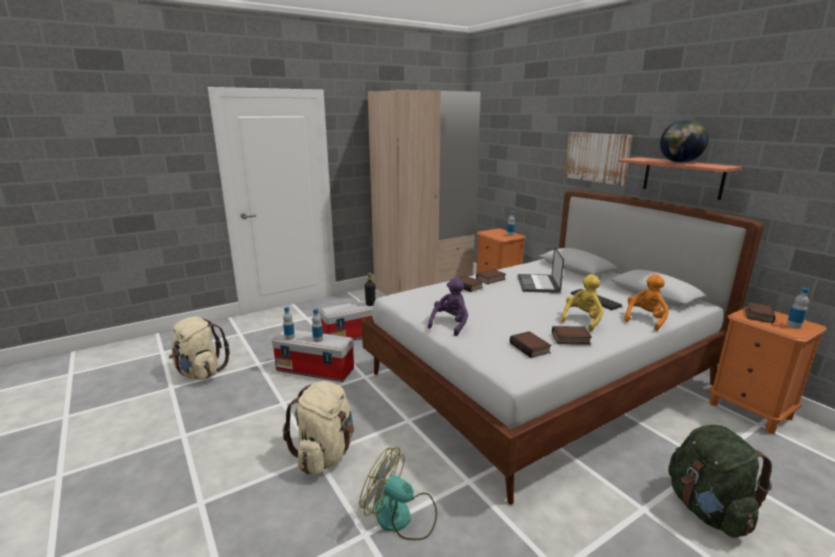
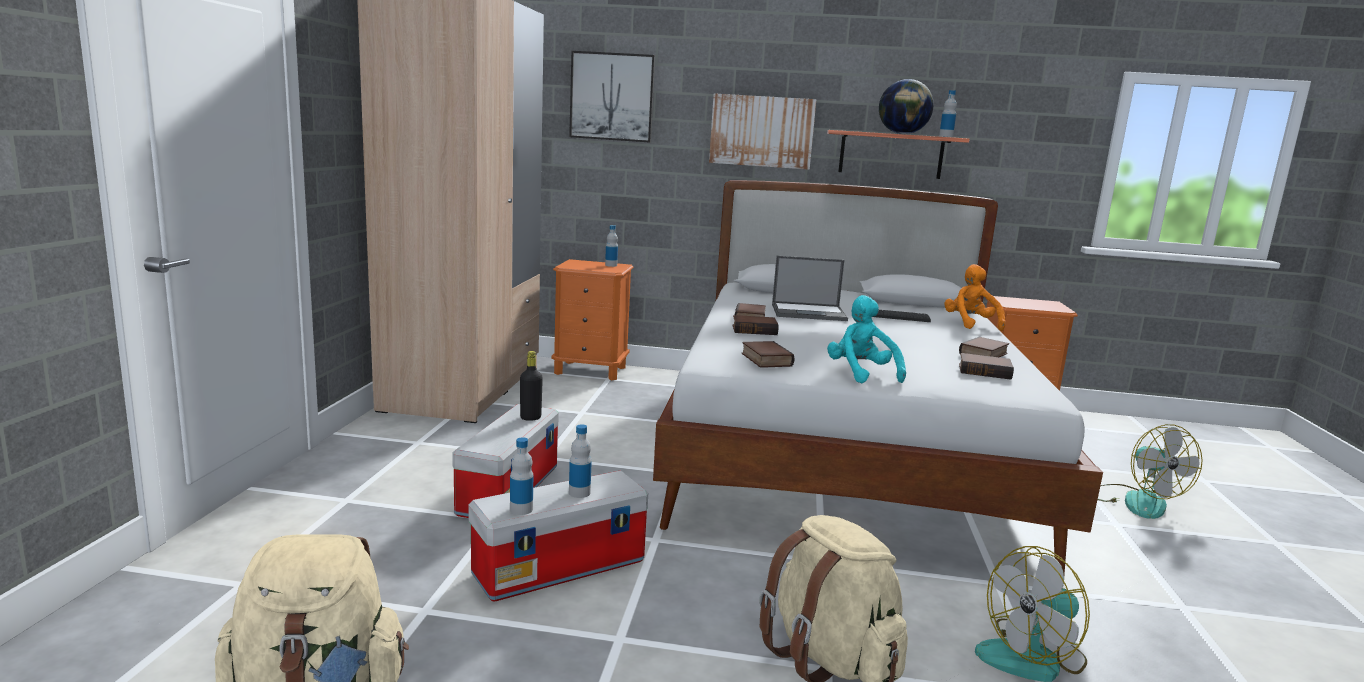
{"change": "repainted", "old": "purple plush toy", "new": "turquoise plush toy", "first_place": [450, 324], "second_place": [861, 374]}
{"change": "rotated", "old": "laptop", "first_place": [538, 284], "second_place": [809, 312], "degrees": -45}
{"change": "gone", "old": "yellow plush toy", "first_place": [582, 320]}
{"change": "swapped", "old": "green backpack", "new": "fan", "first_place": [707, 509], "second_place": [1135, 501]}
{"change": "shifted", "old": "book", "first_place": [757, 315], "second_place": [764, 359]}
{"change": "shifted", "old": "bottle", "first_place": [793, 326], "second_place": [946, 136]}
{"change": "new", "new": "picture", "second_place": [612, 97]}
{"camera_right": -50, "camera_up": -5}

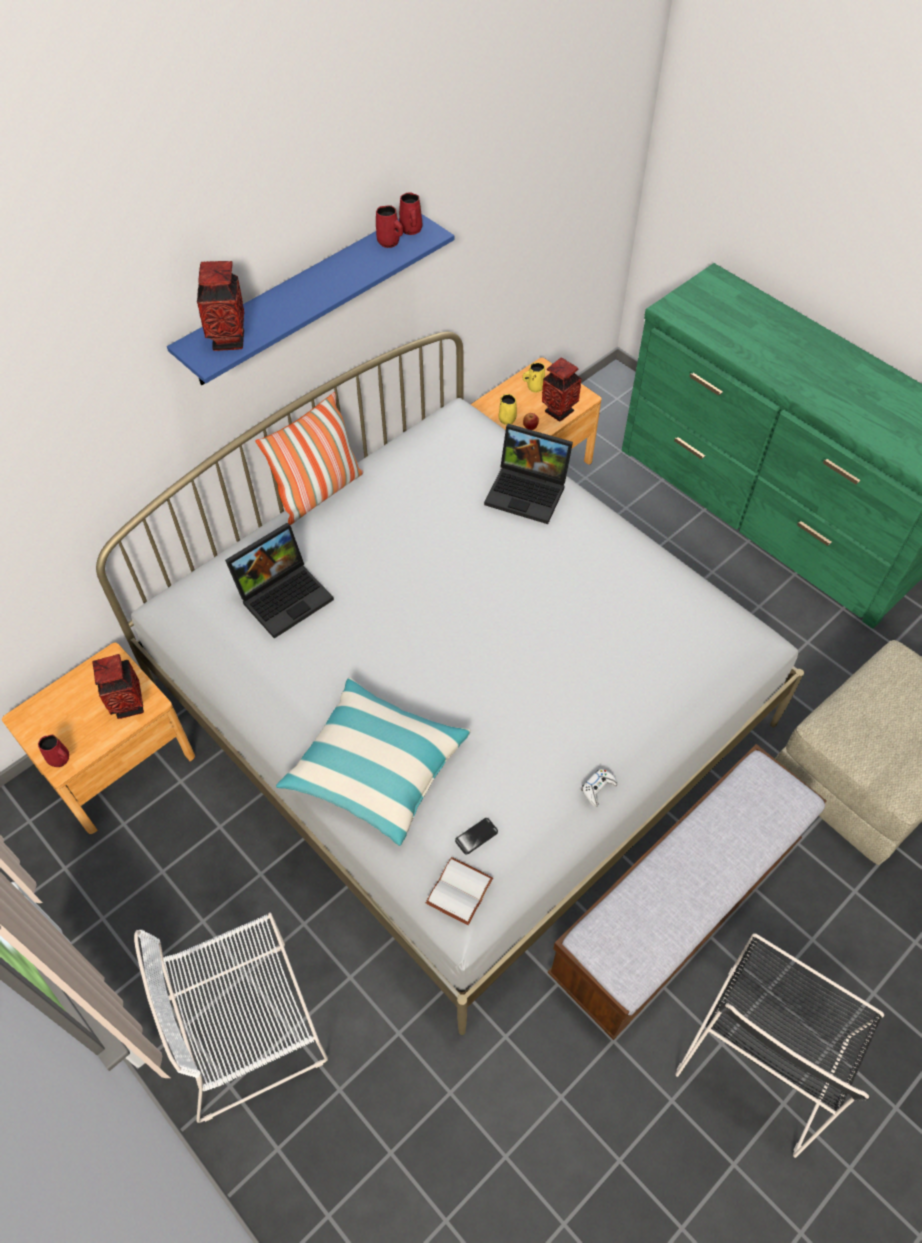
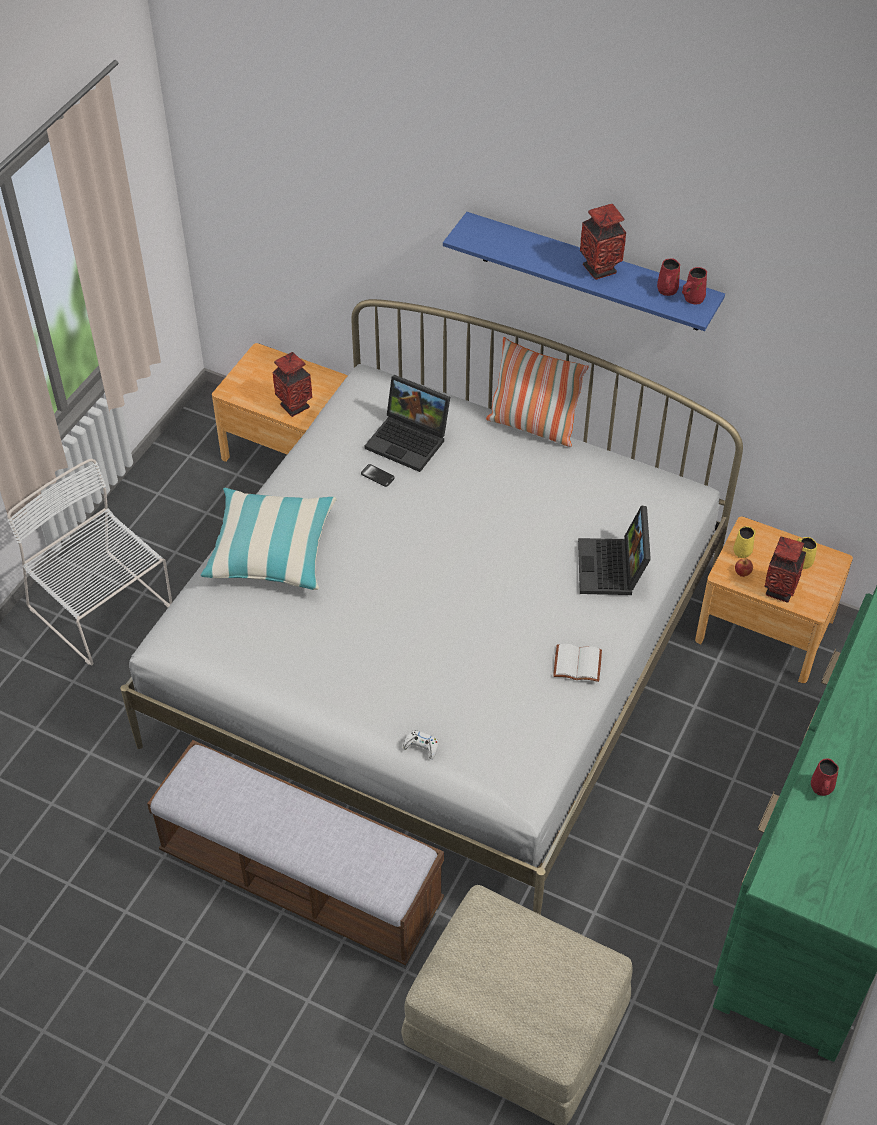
{"change": "shifted", "old": "red mug", "first_place": [60, 759], "second_place": [821, 788]}
{"change": "shifted", "old": "vase", "first_place": [229, 340], "second_place": [600, 269]}
{"change": "shifted", "old": "white book", "first_place": [460, 893], "second_place": [576, 665]}
{"change": "shifted", "old": "phone", "first_place": [476, 836], "second_place": [377, 476]}
{"change": "shifted", "old": "white game controller", "first_place": [598, 789], "second_place": [421, 746]}
{"change": "gone", "old": "black chair", "first_place": [765, 1050]}
{"camera_right": 70, "camera_up": -5}

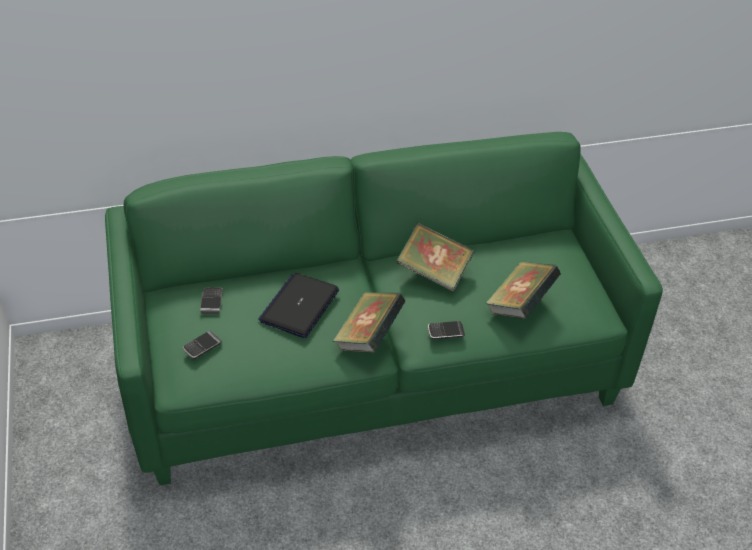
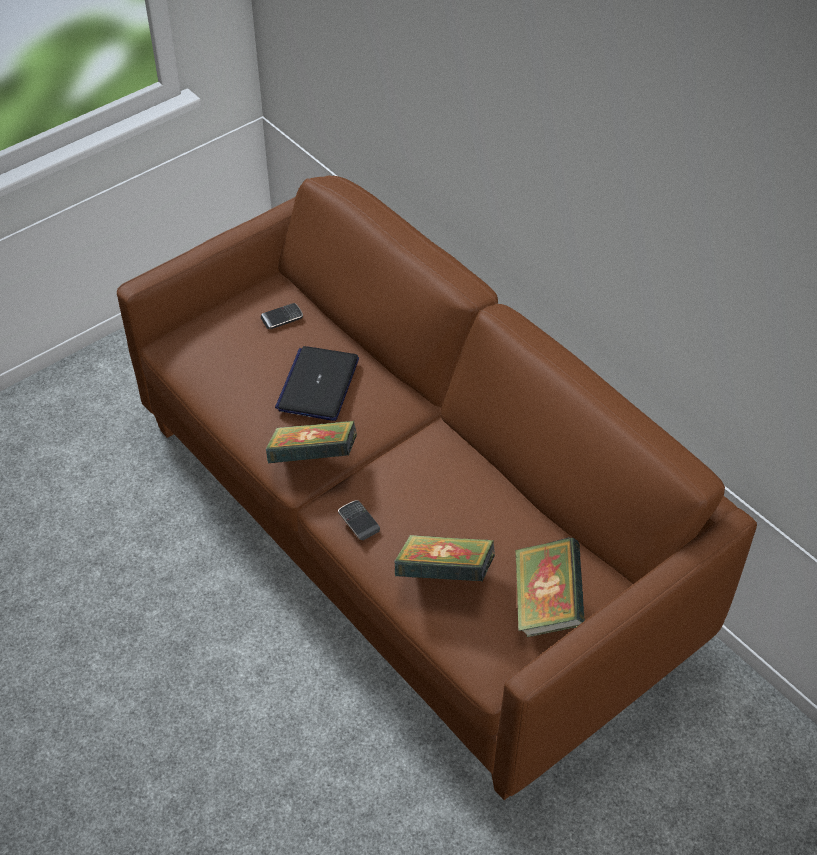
{"change": "repainted", "old": "green sofa", "new": "brown sofa", "first_place": [373, 366], "second_place": [411, 533]}
{"change": "gone", "old": "phone", "first_place": [202, 346]}
{"change": "rotated", "old": "laptop", "first_place": [299, 306], "second_place": [318, 384], "degrees": -75}
{"change": "shifted", "old": "book", "first_place": [434, 272], "second_place": [546, 604]}
{"camera_right": 65, "camera_up": 5}

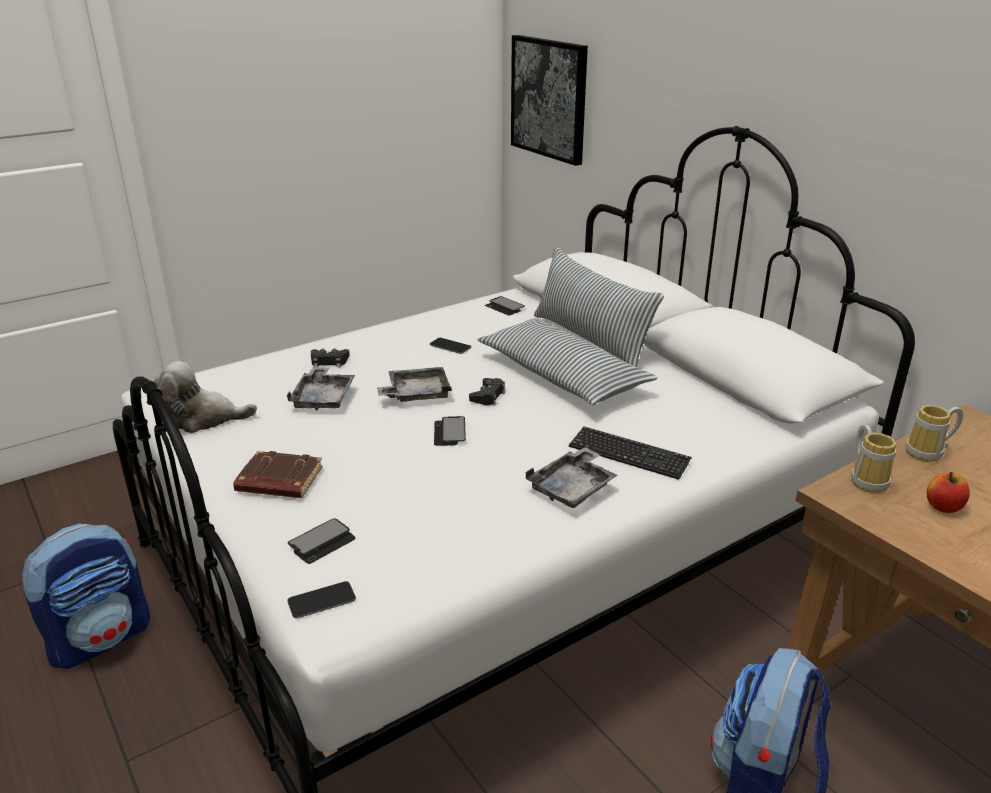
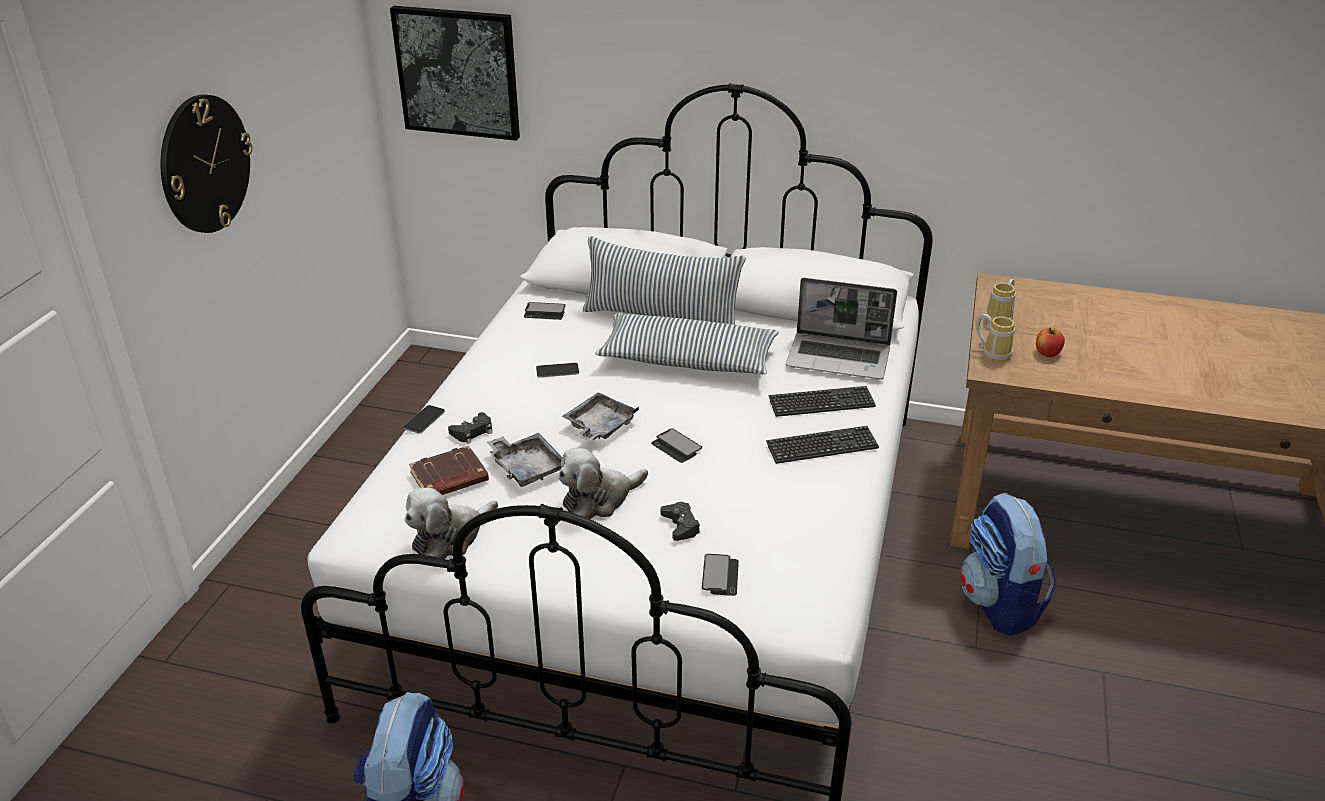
{"change": "shifted", "old": "brown book", "first_place": [278, 481], "second_place": [449, 479]}
{"change": "shifted", "old": "phone", "first_place": [321, 600], "second_place": [424, 420]}
{"change": "shifted", "old": "black game controller", "first_place": [488, 396], "second_place": [680, 526]}
{"change": "swapped", "old": "grey tray", "new": "keyboard", "first_place": [573, 488], "second_place": [822, 447]}
{"change": "new", "new": "wall clock", "second_place": [204, 164]}
{"change": "new", "new": "plush toy", "second_place": [599, 499]}
{"change": "new", "new": "laptop", "second_place": [839, 358]}
{"camera_right": -40, "camera_up": 5}

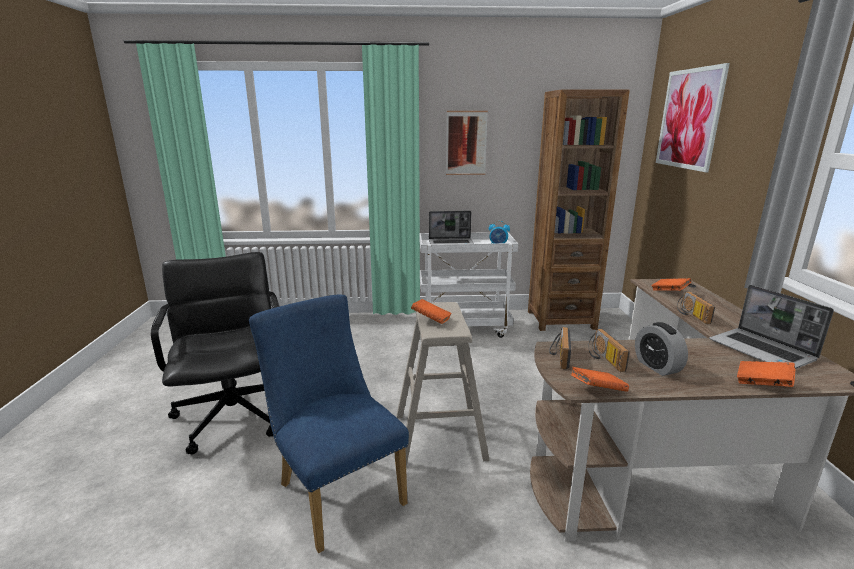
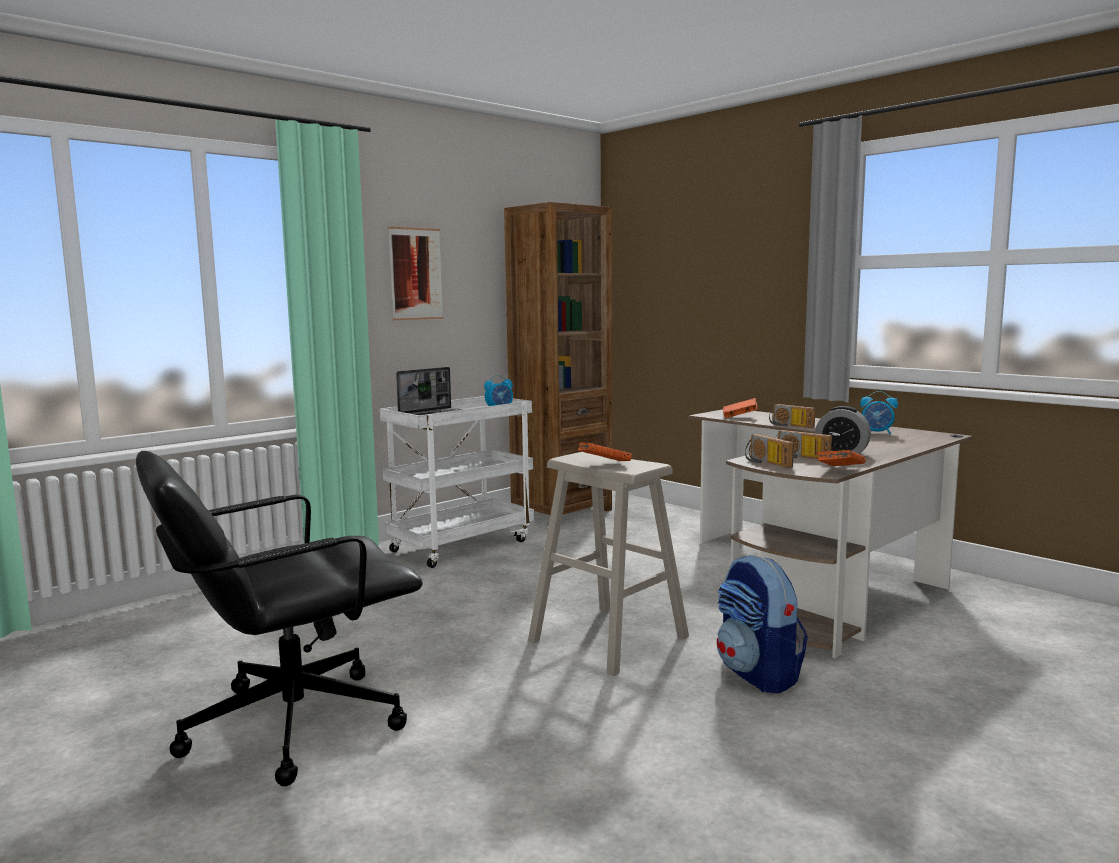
{"change": "rotated", "old": "black office chair", "first_place": [235, 414], "second_place": [290, 724], "degrees": -60}
{"change": "gone", "old": "blue chair", "first_place": [336, 489]}
{"change": "gone", "old": "picture", "first_place": [689, 119]}
{"change": "swapped", "old": "laptop", "new": "alarm clock", "first_place": [762, 351], "second_place": [877, 433]}
{"change": "gone", "old": "orange book", "first_place": [762, 384]}
{"change": "new", "new": "backpack", "second_place": [758, 675]}
{"camera_right": -40, "camera_up": -10}

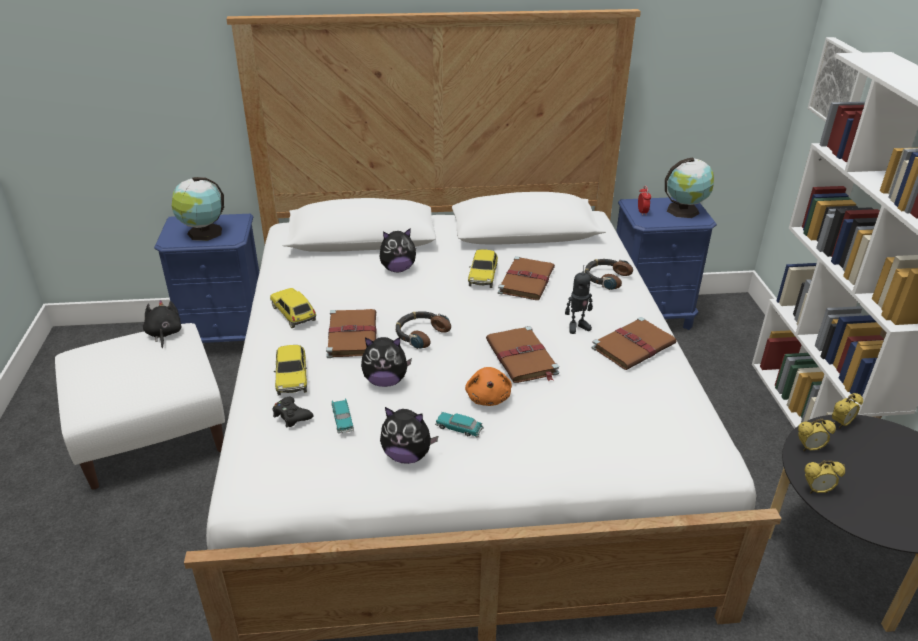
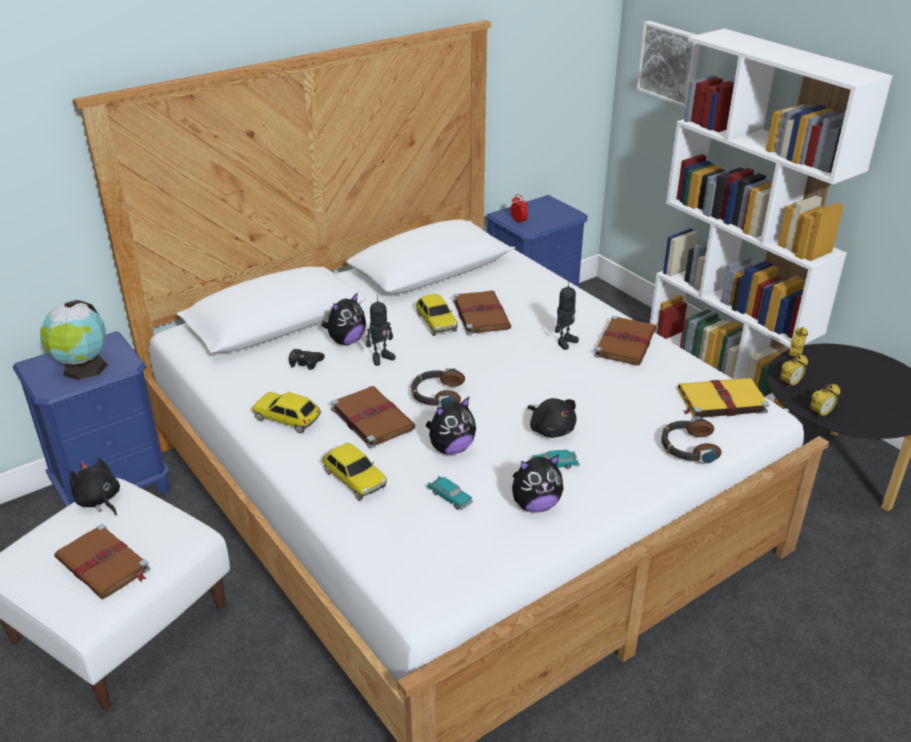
{"change": "shifted", "old": "black game controller", "first_place": [291, 416], "second_place": [305, 363]}
{"change": "repainted", "old": "orange plush toy", "new": "black plush toy", "first_place": [488, 397], "second_place": [551, 429]}
{"change": "shifted", "old": "brown book", "first_place": [522, 358], "second_place": [104, 565]}
{"change": "shifted", "old": "headphones", "first_place": [606, 278], "second_place": [688, 447]}
{"change": "gone", "old": "globe", "first_place": [684, 210]}
{"change": "new", "new": "toy robot", "second_place": [381, 358]}
{"change": "new", "new": "yellow book", "second_place": [720, 401]}
{"camera_right": -30, "camera_up": 0}

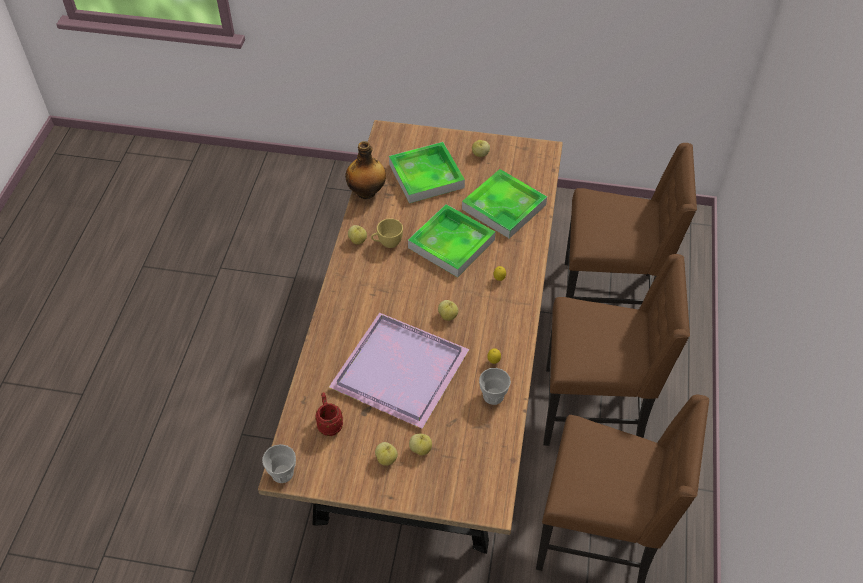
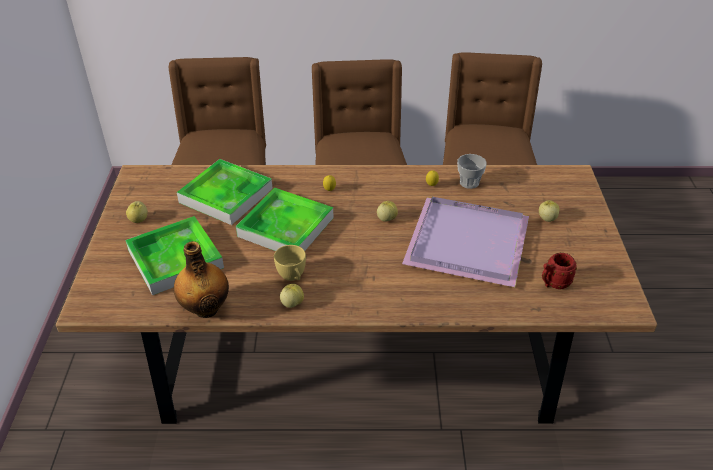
{"change": "gone", "old": "cup", "first_place": [282, 473]}
{"change": "gone", "old": "apple", "first_place": [386, 459]}
{"camera_right": -100, "camera_up": -10}

